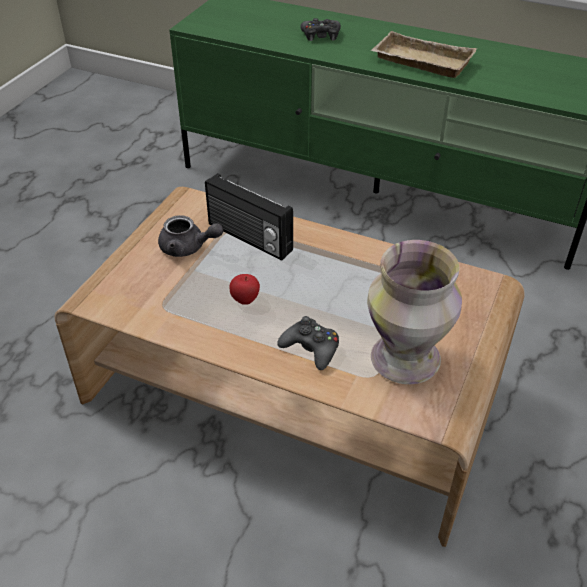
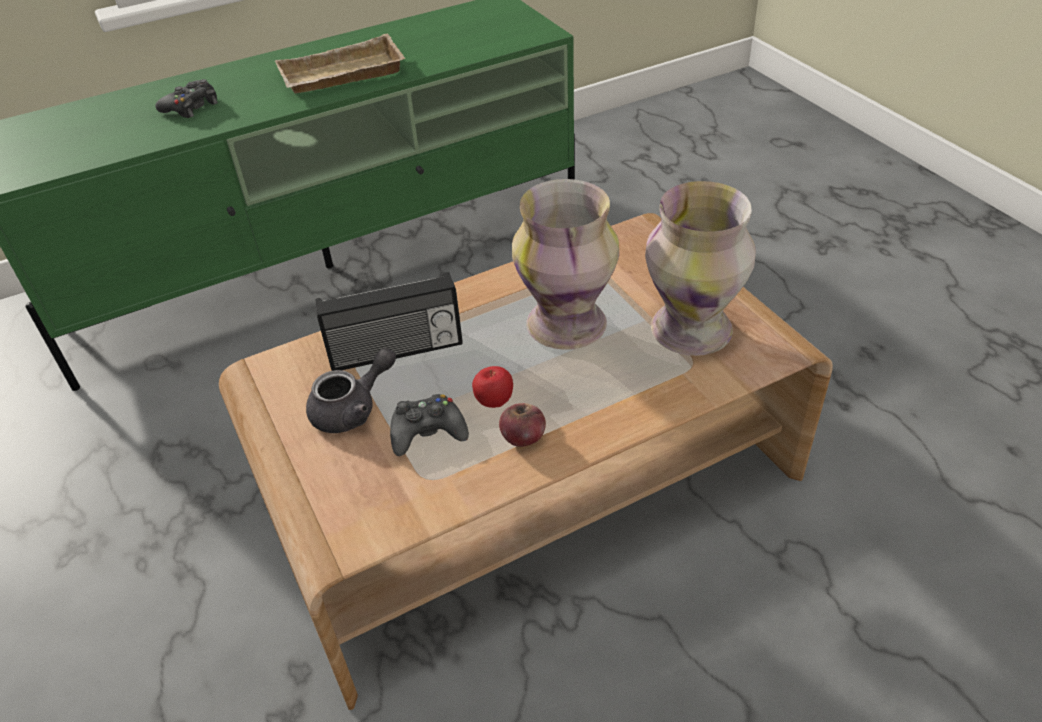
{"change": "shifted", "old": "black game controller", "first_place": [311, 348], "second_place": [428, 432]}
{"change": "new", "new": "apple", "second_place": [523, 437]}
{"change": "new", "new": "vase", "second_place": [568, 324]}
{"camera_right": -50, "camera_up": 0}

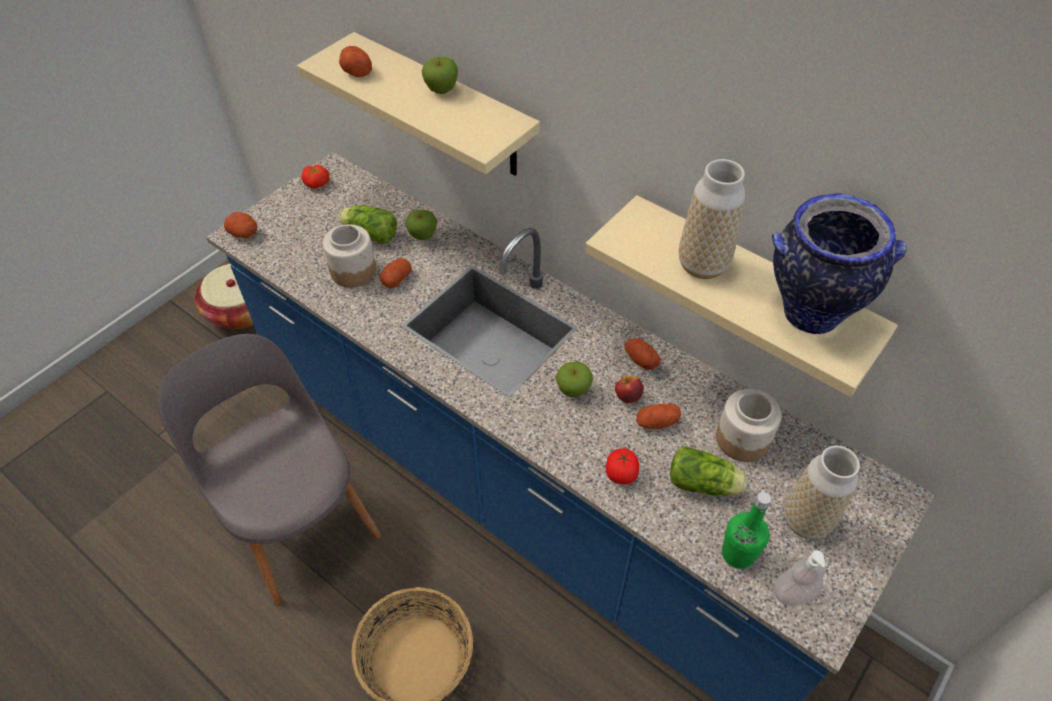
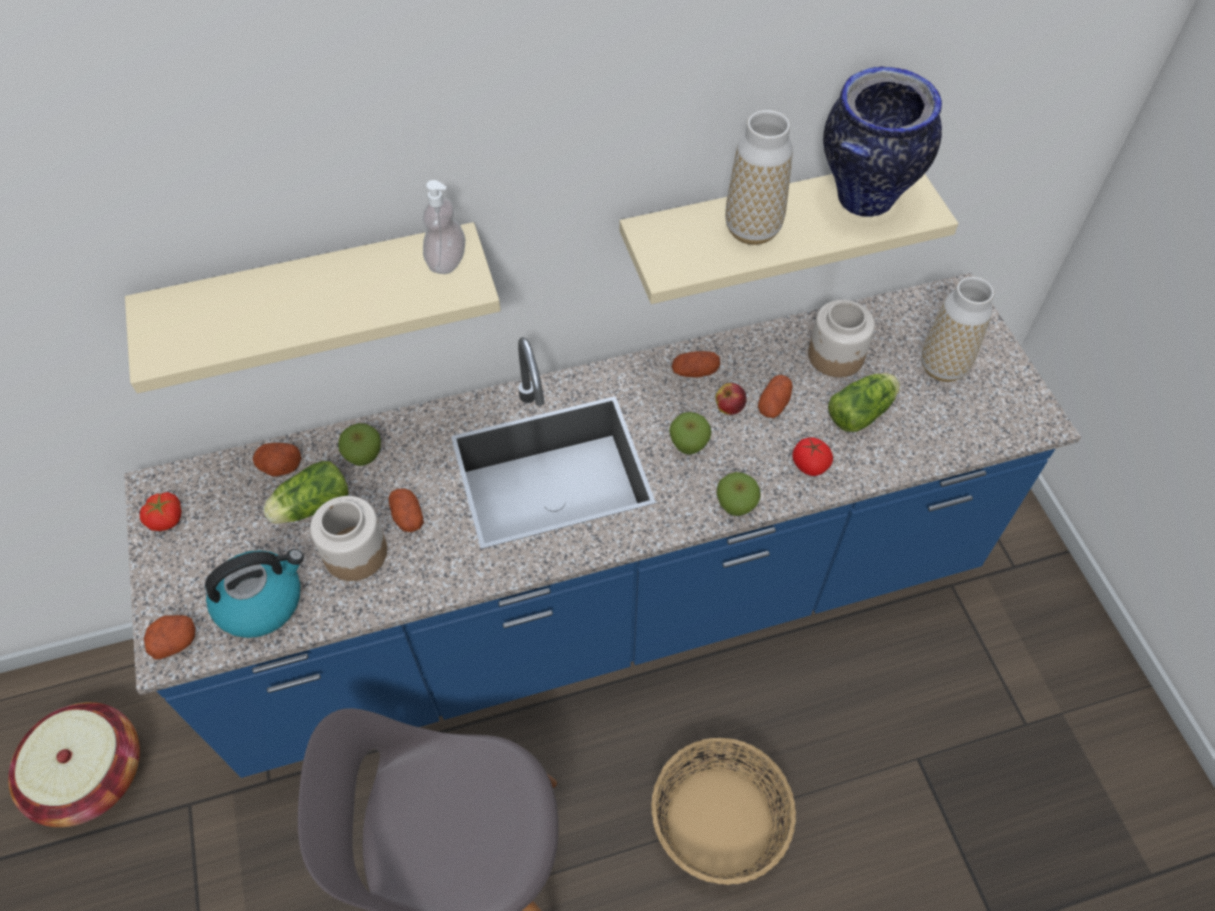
{"change": "shifted", "old": "potato", "first_place": [356, 71], "second_place": [279, 466]}
{"change": "shifted", "old": "apple", "first_place": [441, 90], "second_place": [736, 506]}
{"change": "gone", "old": "green bottle", "first_place": [737, 554]}
{"change": "shifted", "old": "soap dispenser", "first_place": [793, 593], "second_place": [447, 261]}
{"change": "new", "new": "kettle", "second_place": [261, 601]}
{"camera_right": -55, "camera_up": 5}

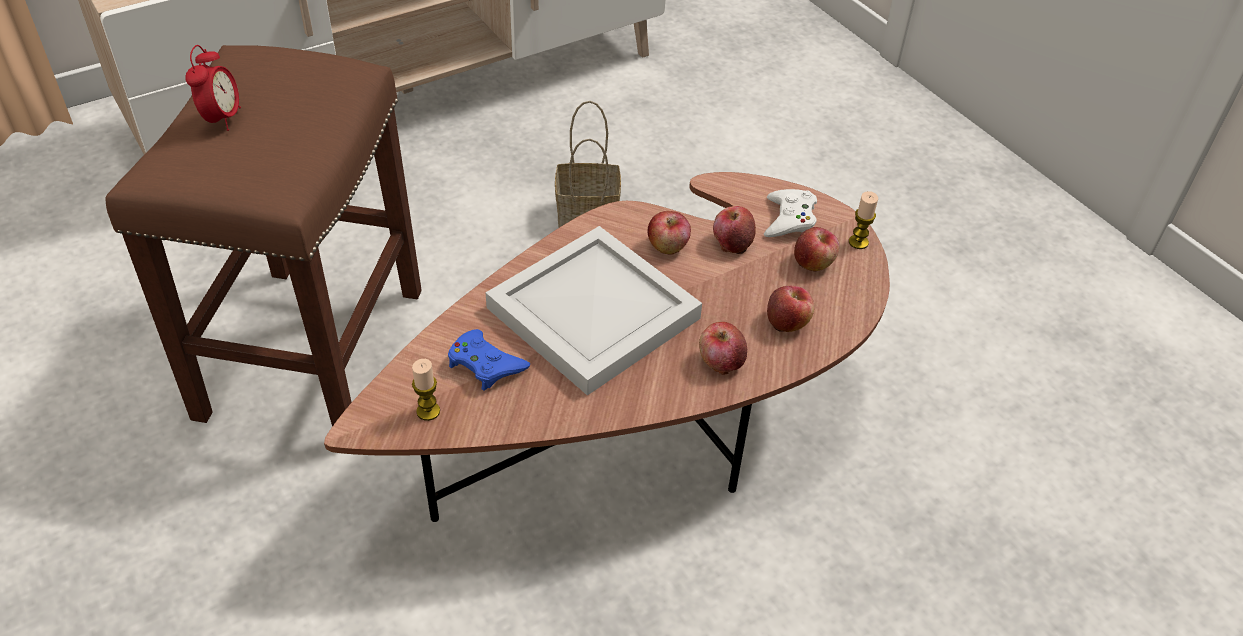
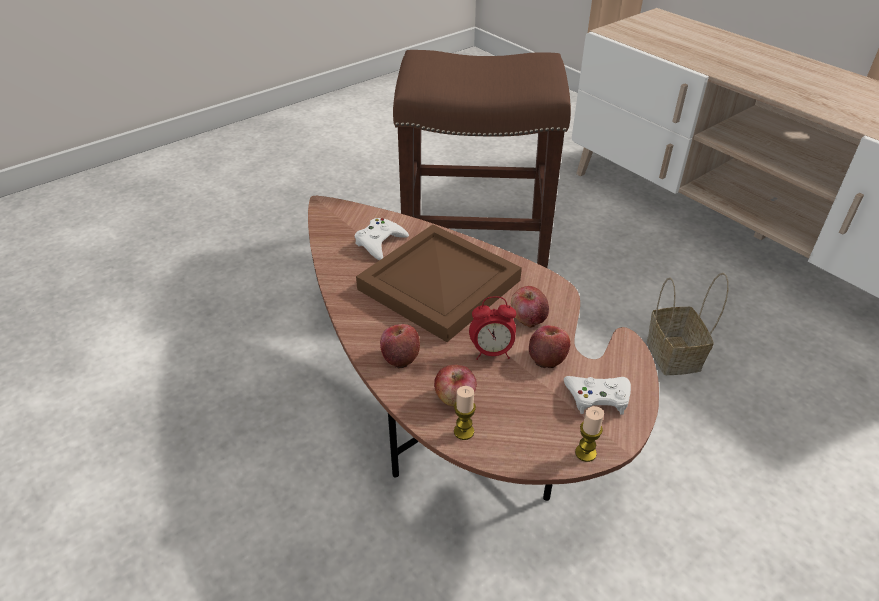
{"change": "shifted", "old": "alarm clock", "first_place": [222, 119], "second_place": [491, 352]}
{"change": "shifted", "old": "candle", "first_place": [428, 411], "second_place": [464, 431]}
{"change": "repainted", "old": "blue game controller", "new": "white game controller", "first_place": [485, 364], "second_place": [380, 243]}
{"change": "repainted", "old": "white tray", "new": "brown tray", "first_place": [593, 310], "second_place": [442, 284]}
{"change": "gone", "old": "apple", "first_place": [813, 263]}
{"camera_right": 85, "camera_up": -5}

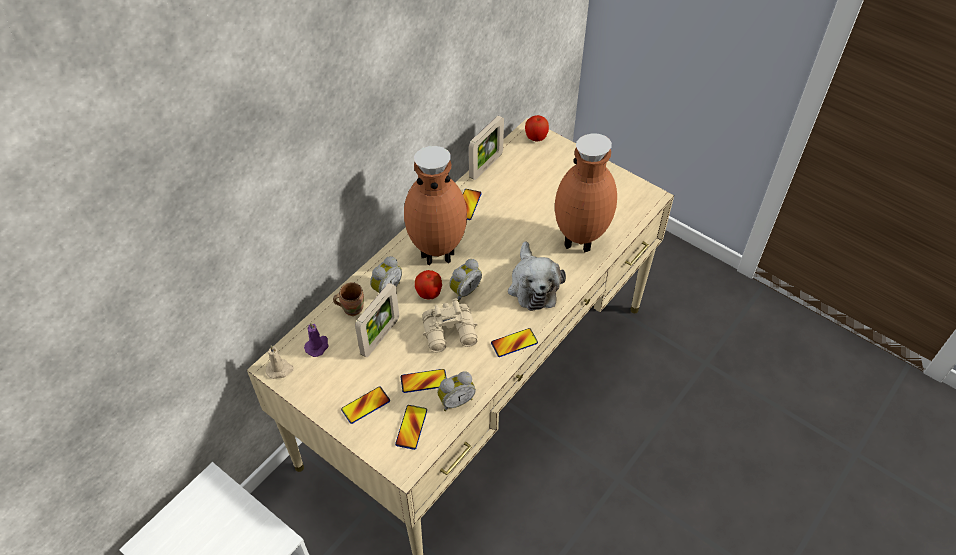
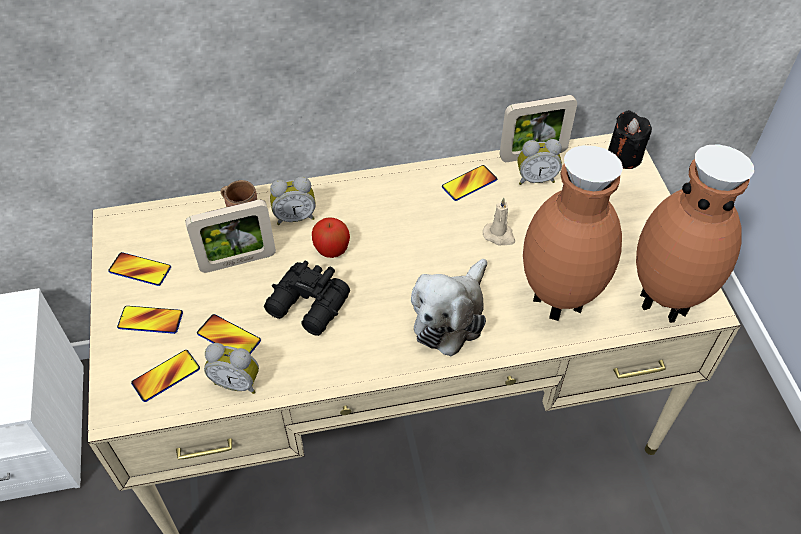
{"change": "shifted", "old": "beige candle", "first_place": [280, 369], "second_place": [499, 235]}
{"change": "gone", "old": "purple candle", "first_place": [317, 346]}
{"change": "shifted", "old": "brown vase", "first_place": [437, 253], "second_place": [665, 302]}
{"change": "repainted", "old": "beige binoculars", "new": "black binoculars", "first_place": [451, 334], "second_place": [308, 307]}
{"change": "shifted", "old": "alarm clock", "first_place": [464, 290], "second_place": [535, 178]}
{"change": "shifted", "old": "phone", "first_place": [514, 343], "second_place": [140, 270]}
{"change": "swapped", "old": "apple", "new": "black candle", "first_place": [536, 137], "second_place": [624, 156]}
{"camera_right": 40, "camera_up": 0}

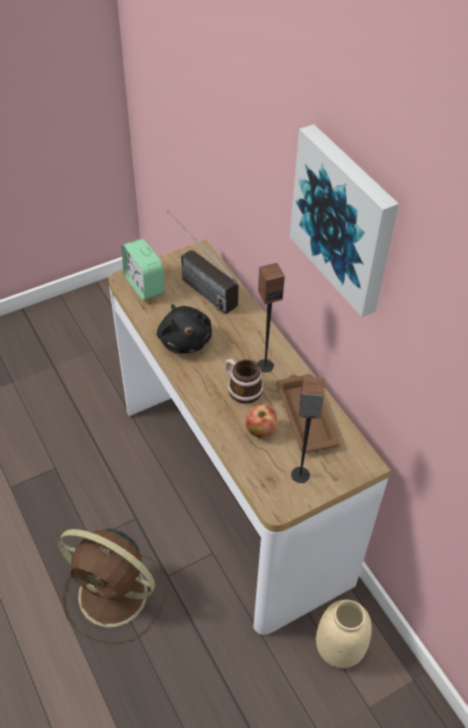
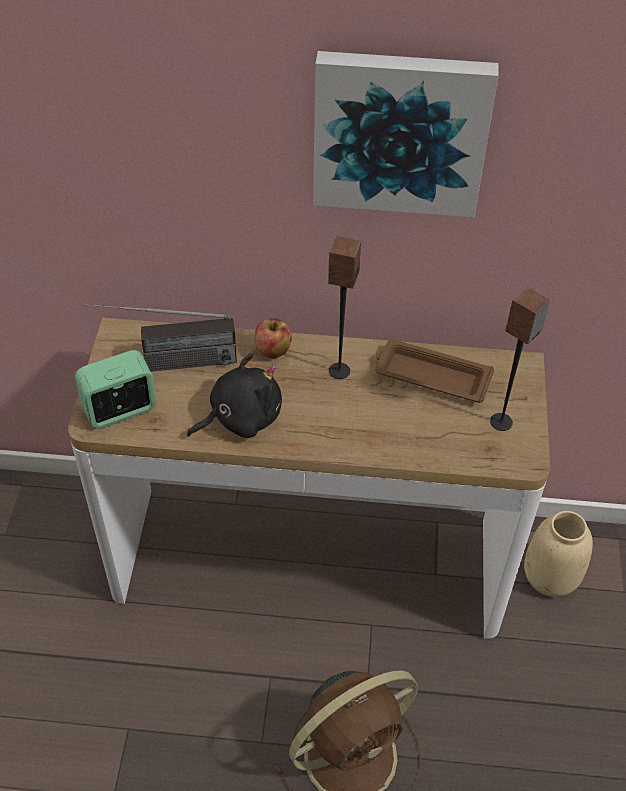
{"change": "rotated", "old": "alarm clock", "first_place": [144, 285], "second_place": [120, 410], "degrees": 150}
{"change": "rotated", "old": "black plush toy", "first_place": [185, 339], "second_place": [241, 417], "degrees": -45}
{"change": "gone", "old": "mug", "first_place": [241, 387]}
{"change": "shifted", "old": "apple", "first_place": [260, 431], "second_place": [273, 351]}
{"camera_right": -55, "camera_up": 0}

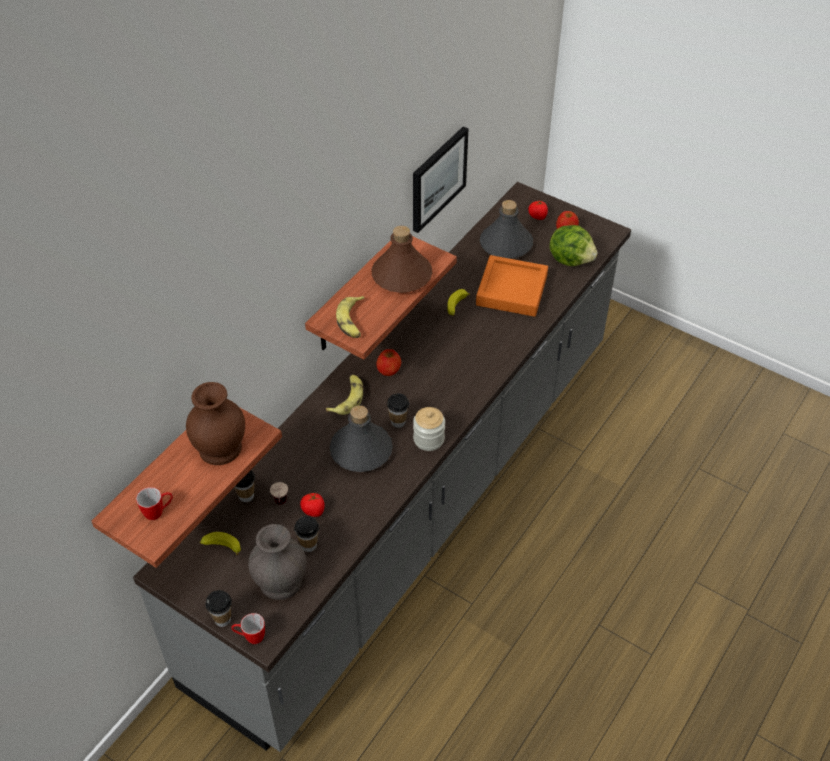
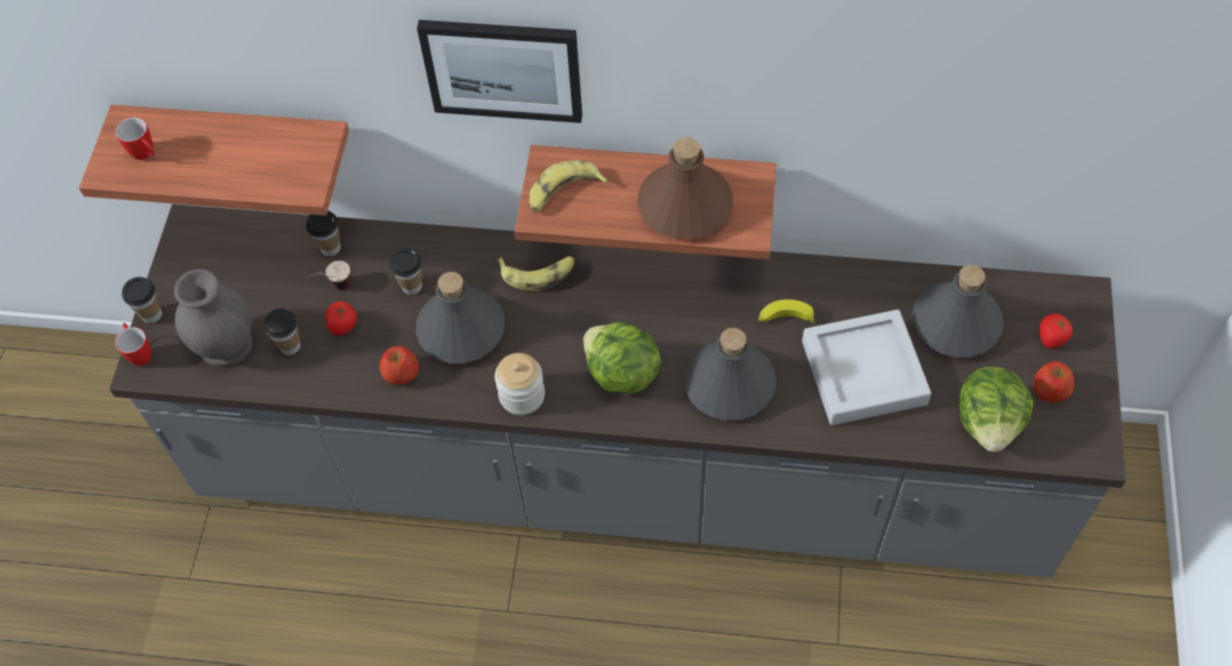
{"change": "gone", "old": "brown vase", "first_place": [219, 448]}
{"change": "gone", "old": "banana", "first_place": [221, 546]}
{"change": "shifted", "old": "apple", "first_place": [389, 369], "second_place": [401, 373]}
{"change": "shifted", "old": "cup", "first_place": [398, 422], "second_place": [411, 286]}
{"change": "shifted", "old": "picture", "first_place": [438, 178], "second_place": [503, 68]}
{"change": "repainted", "old": "orange tray", "new": "grey tray", "first_place": [511, 290], "second_place": [863, 372]}
{"change": "new", "new": "lettuce", "second_place": [621, 374]}
{"change": "new", "new": "grey bottle", "second_place": [729, 385]}
{"camera_right": 65, "camera_up": 10}

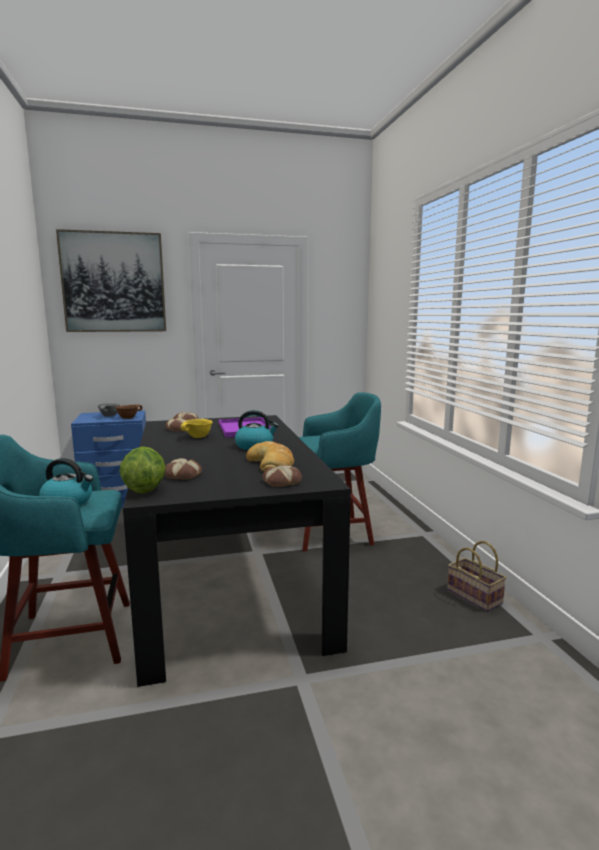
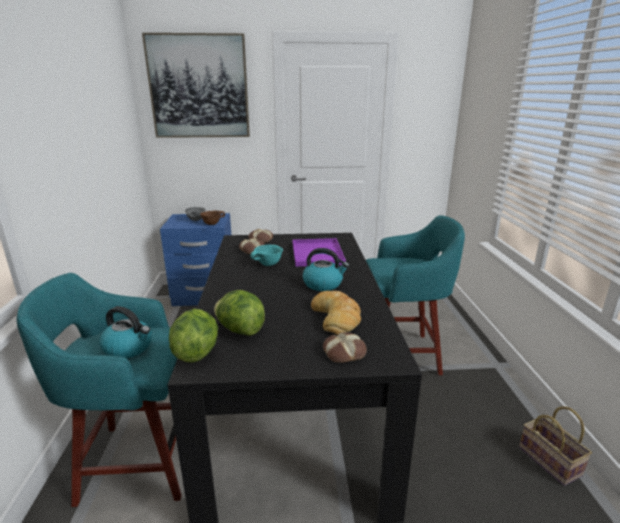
{"change": "swapped", "old": "bread", "new": "lettuce", "first_place": [182, 475], "second_place": [240, 330]}
{"change": "repainted", "old": "yellow bowl", "new": "turquoise bowl", "first_place": [198, 437], "second_place": [268, 264]}
{"camera_right": 10, "camera_up": 10}

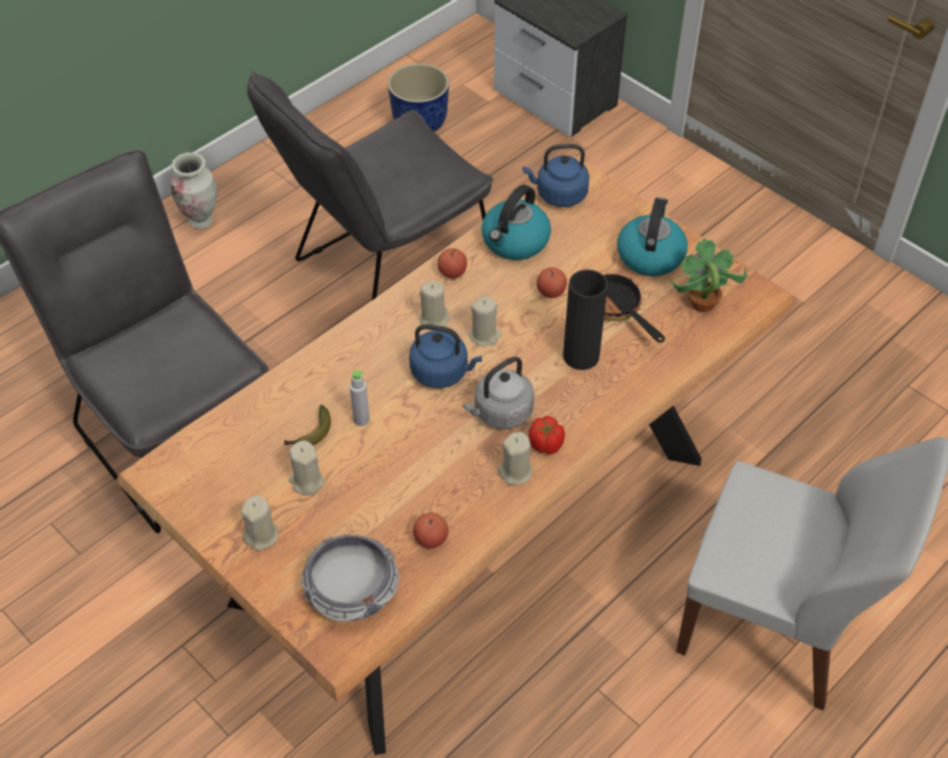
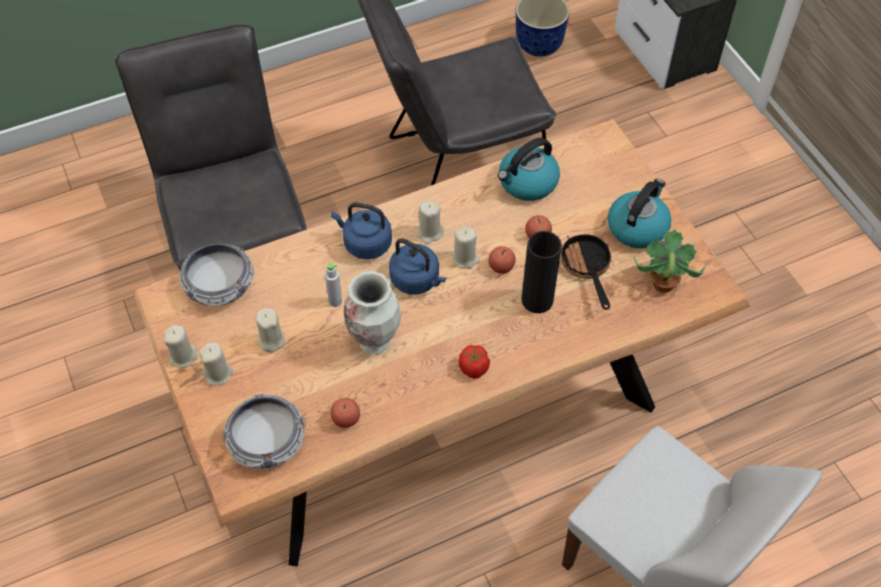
{"change": "shifted", "old": "vase", "first_place": [201, 221], "second_place": [375, 343]}
{"change": "gone", "old": "banana", "first_place": [310, 434]}
{"change": "shifted", "old": "apple", "first_place": [452, 272], "second_place": [501, 267]}
{"change": "gone", "old": "grey kettle", "first_place": [500, 413]}
{"change": "shifted", "old": "beige candle", "first_place": [516, 472], "second_place": [183, 356]}
{"change": "shifted", "old": "blue kettle", "first_place": [558, 195], "second_place": [365, 243]}
{"change": "new", "new": "bowl", "second_place": [219, 285]}
{"camera_right": 20, "camera_up": 5}

